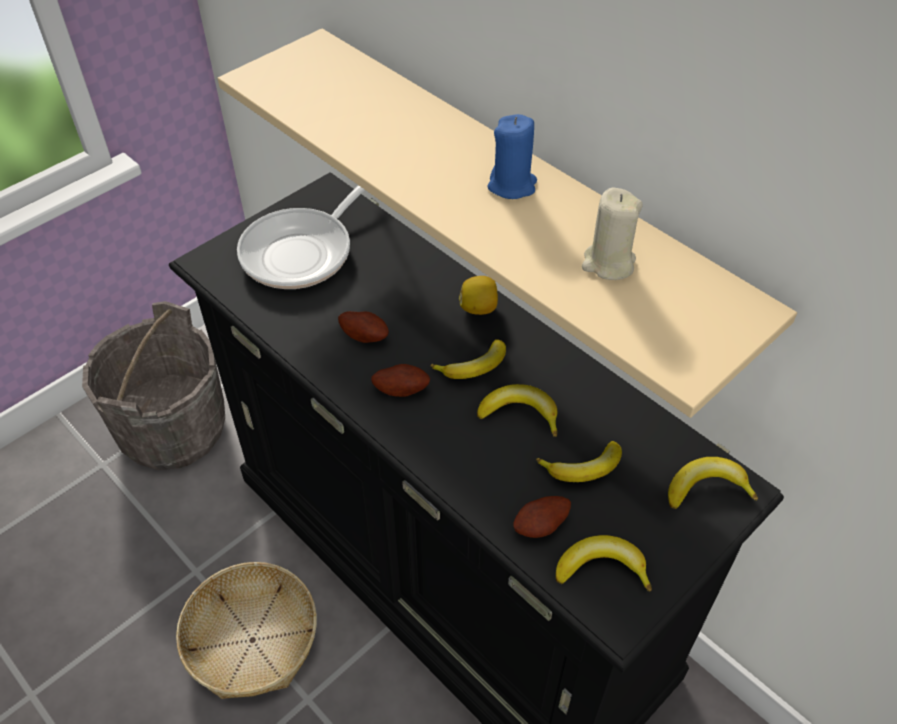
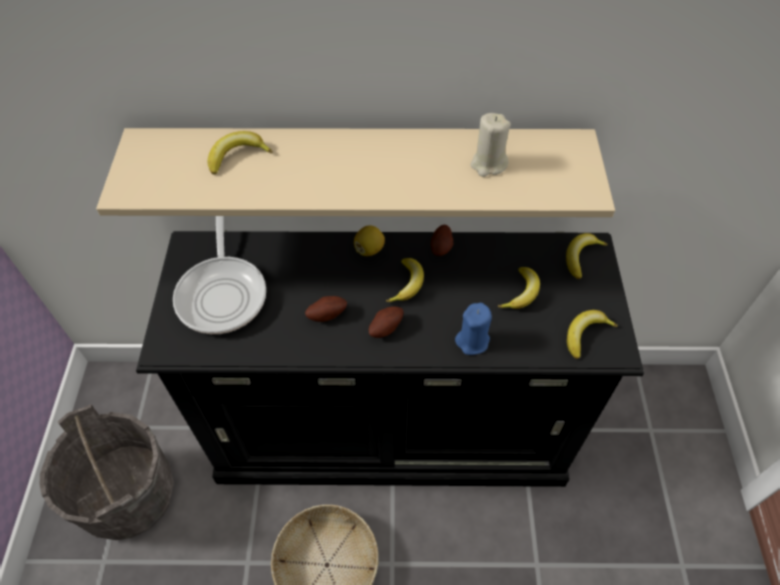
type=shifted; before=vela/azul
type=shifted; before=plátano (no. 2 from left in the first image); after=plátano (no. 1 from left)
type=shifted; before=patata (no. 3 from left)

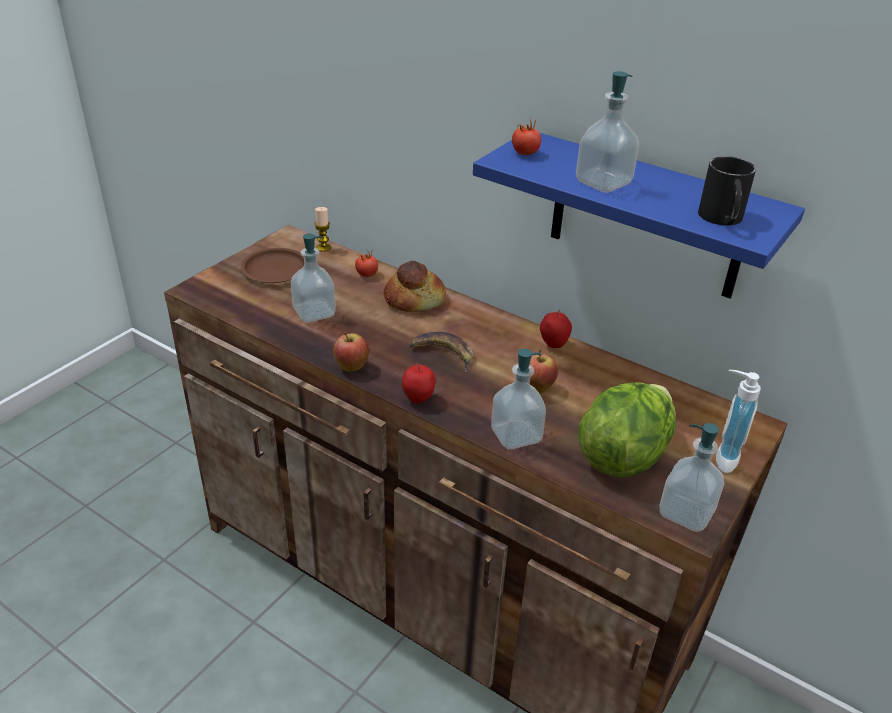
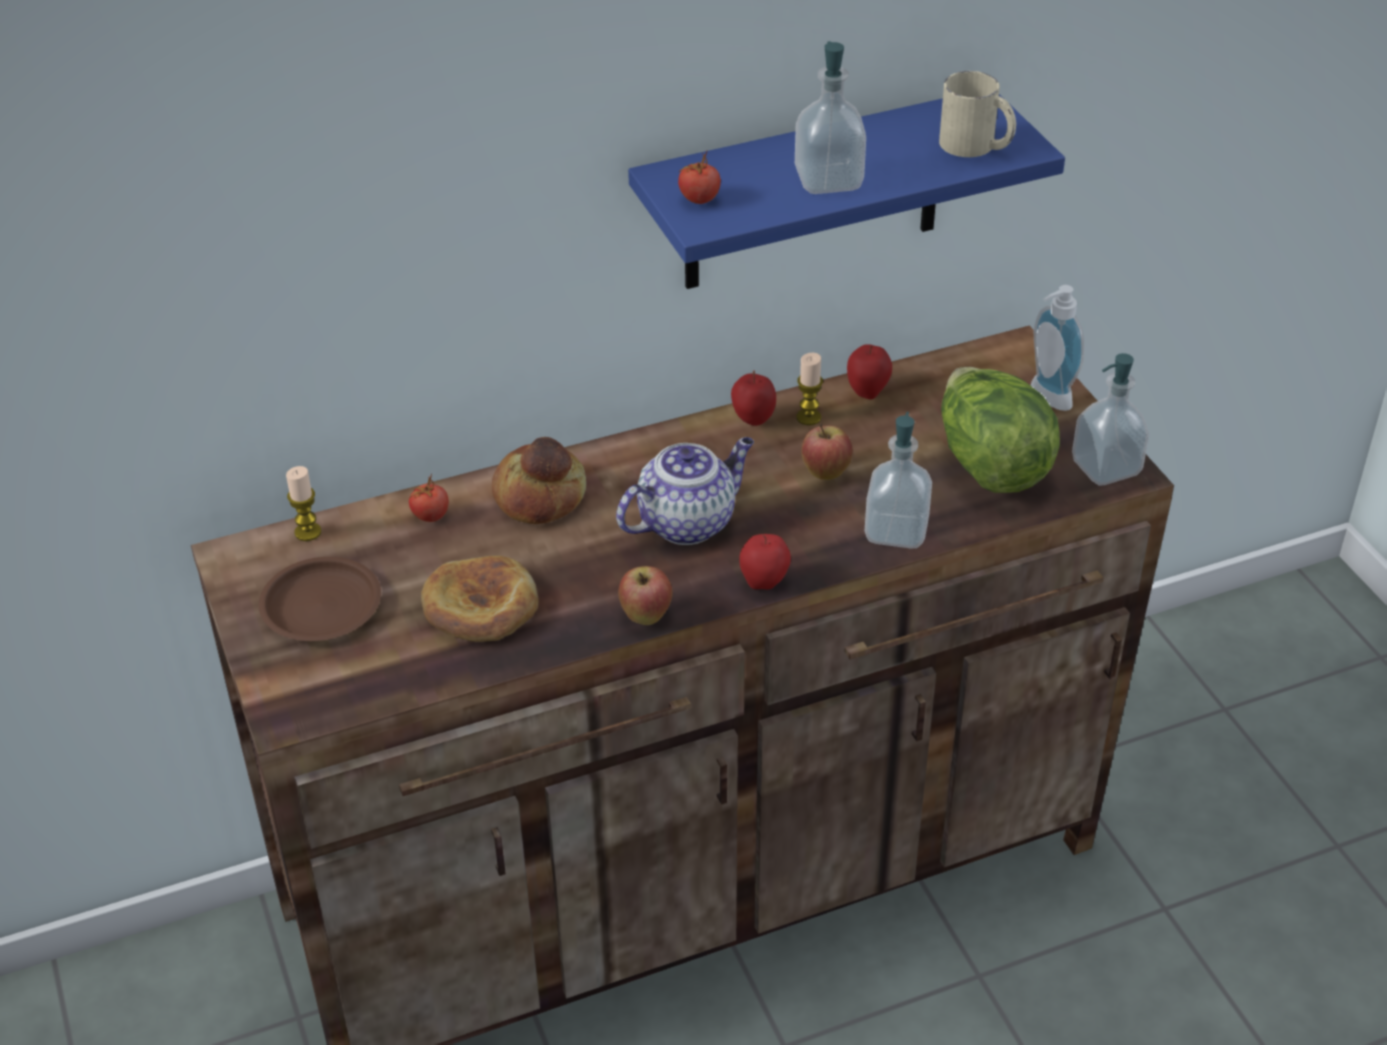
type=repainted; before=taza grande/negro; after=taza grande/beis
type=swapped; before=dispensador de jabón (no. 1 from left); after=pan (no. 1 from left)
type=swapped; before=plátano; after=tetera
type=new; after=manzana (no. 5 from left)
type=new; after=vela (no. 2 from left)

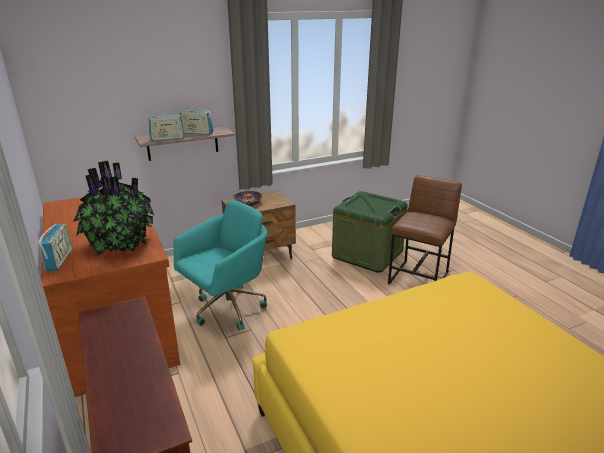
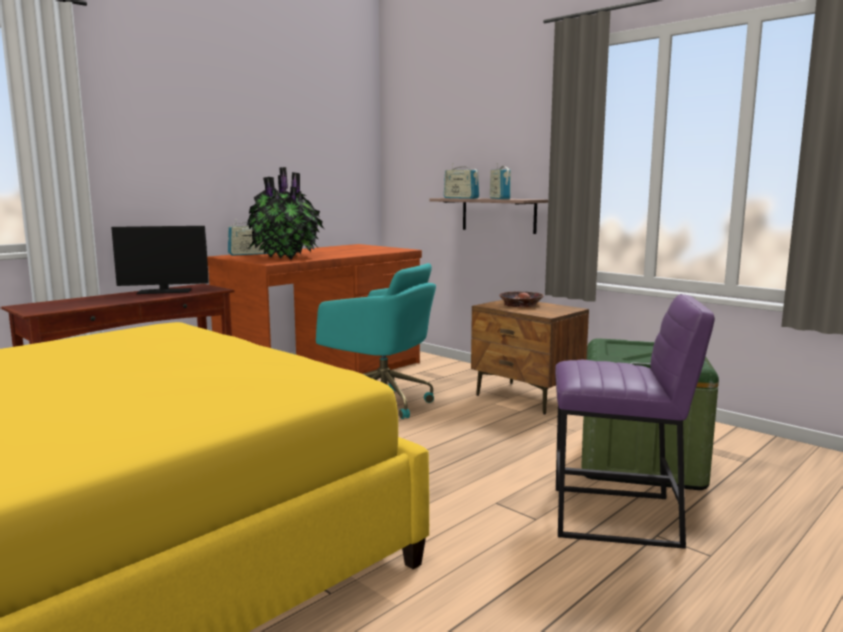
type=repainted; before=silla/marrón; after=silla/morado
type=new; after=monitor

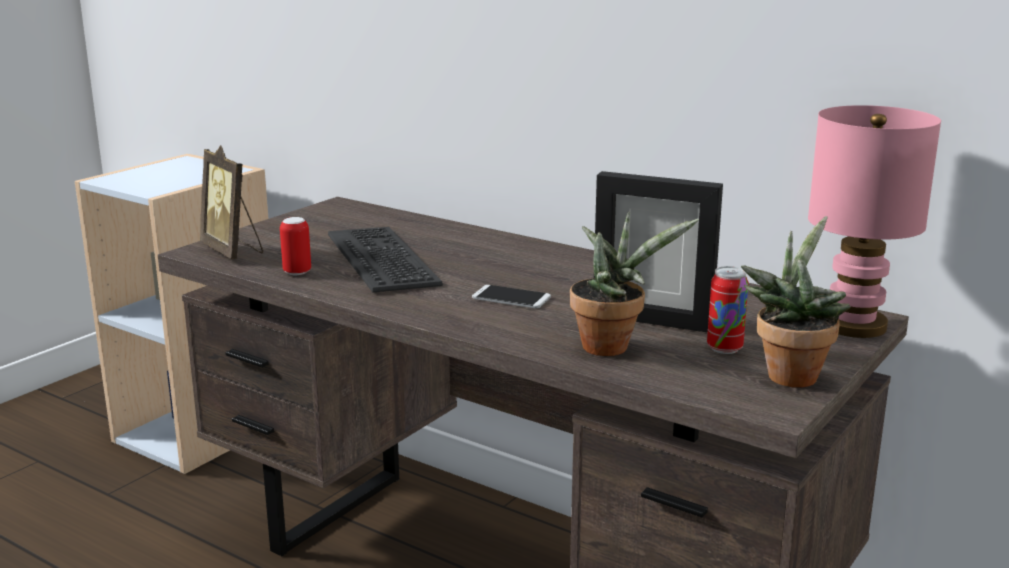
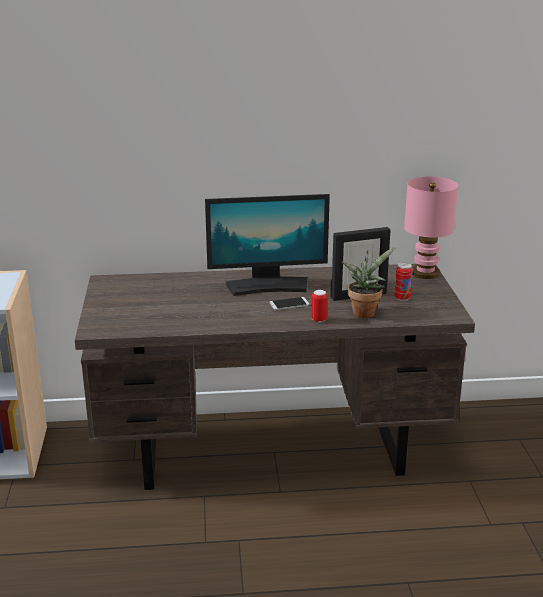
type=gone; before=portarretratos (no. 1 from left)
type=gone; before=planta en maceta (no. 2 from left)
type=shifted; before=lata (no. 1 from left)
type=gone; before=teclado
type=new; after=monitor

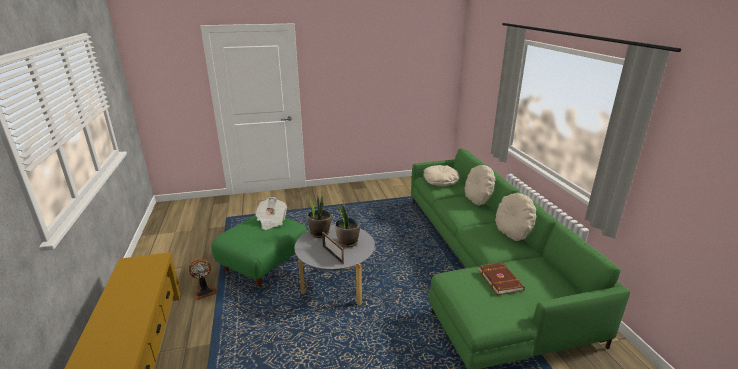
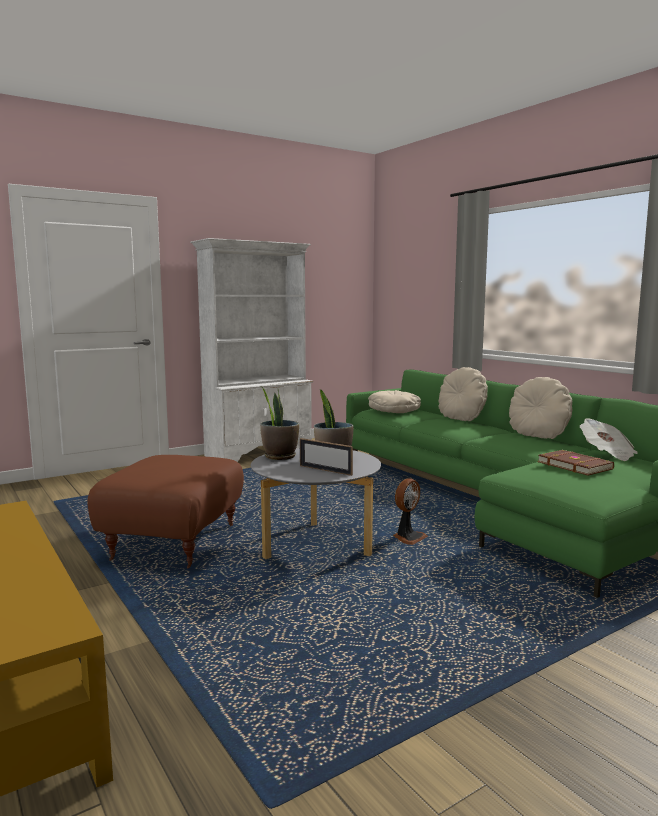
type=shifted; before=periódico
type=repainted; before=puf/verde; after=puf/marrón
type=shifted; before=ventilador
type=new; after=estantería/blanco

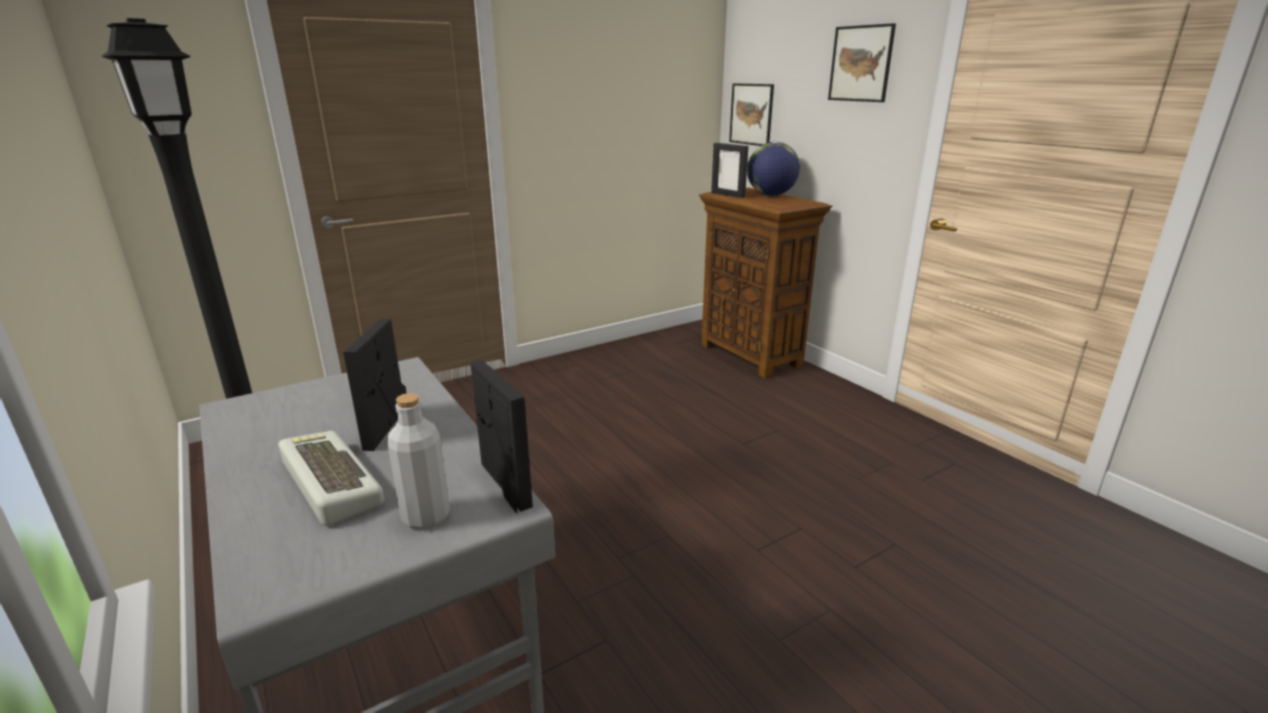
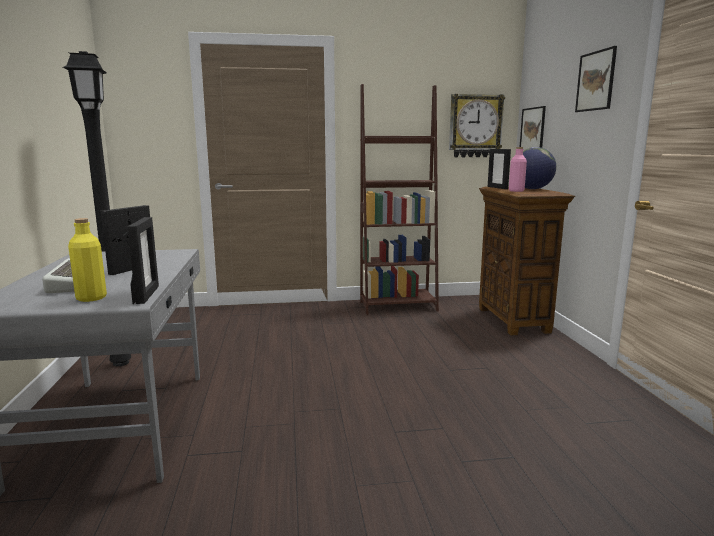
type=repainted; before=botella/gris; after=botella/amarillo
type=new; after=estantería/marrón
type=new; after=reloj de pared
type=new; after=botella/rosa

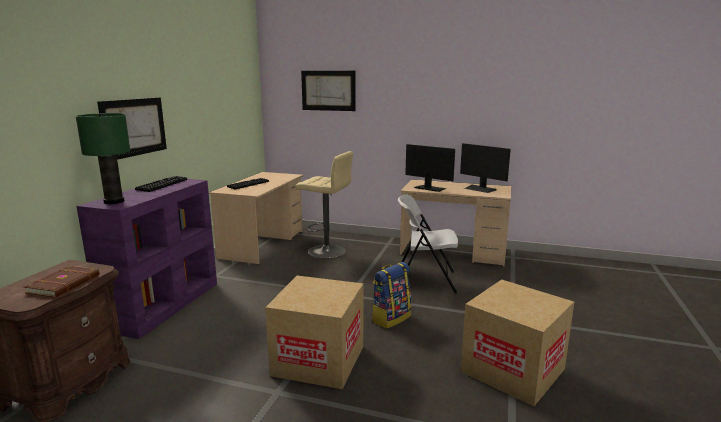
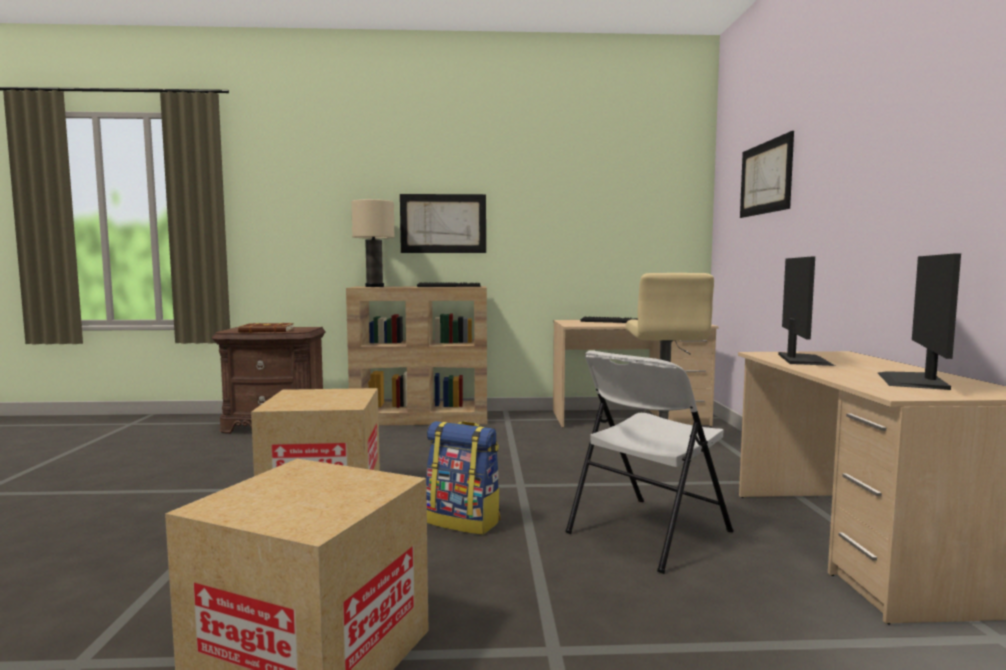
type=repainted; before=lámpara de mesa/verde; after=lámpara de mesa/beis
type=repainted; before=estantería/morado; after=estantería/marrón
type=rotated; before=silla/blanco; turn=-120

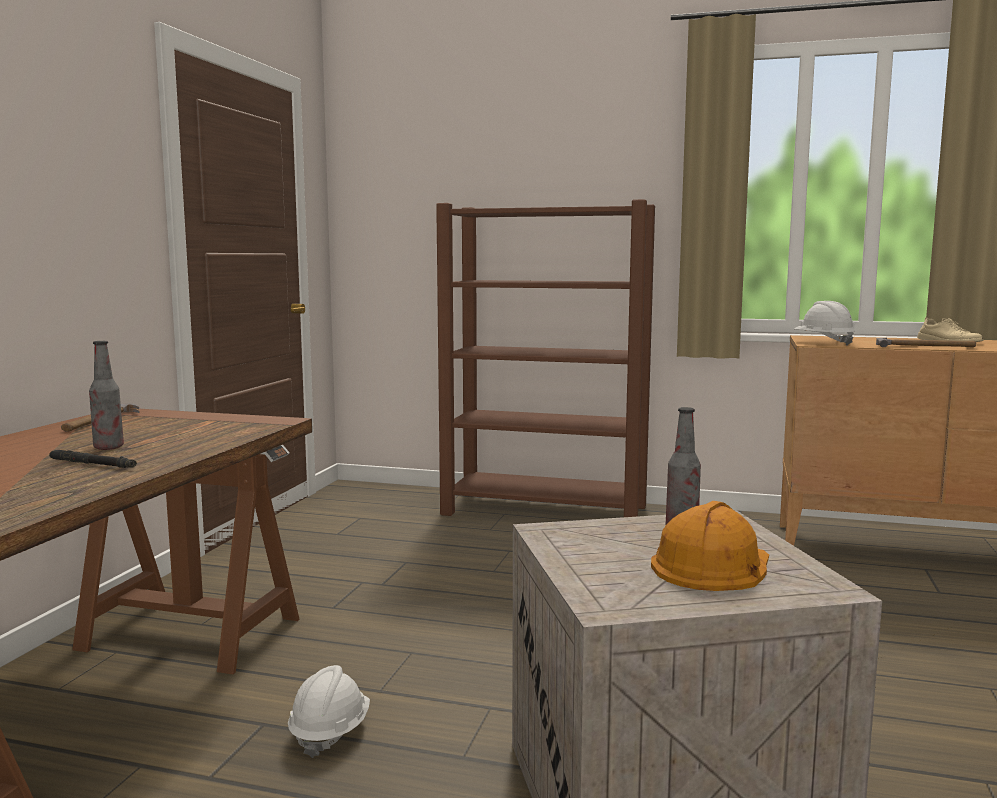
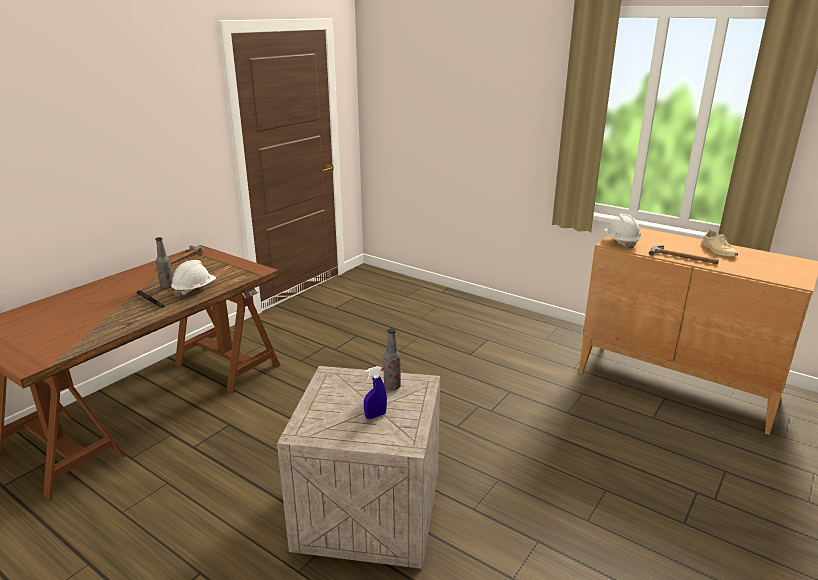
type=gone; before=estantería/marrón
type=swapped; before=casco/naranja; after=pulverizador/azul
type=shifted; before=casco/blanco (no. 1 from left)

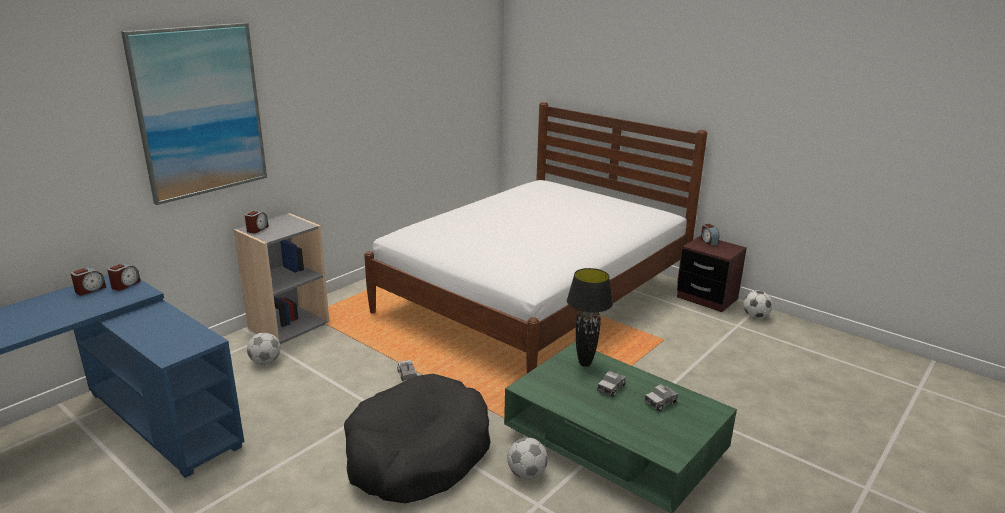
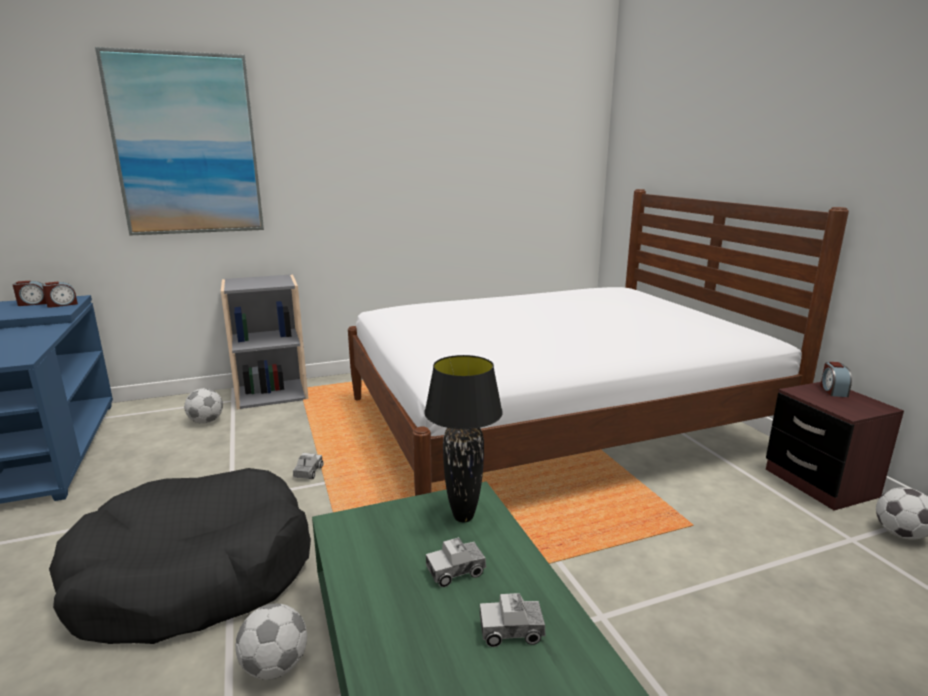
type=gone; before=despertador (no. 3 from left)

